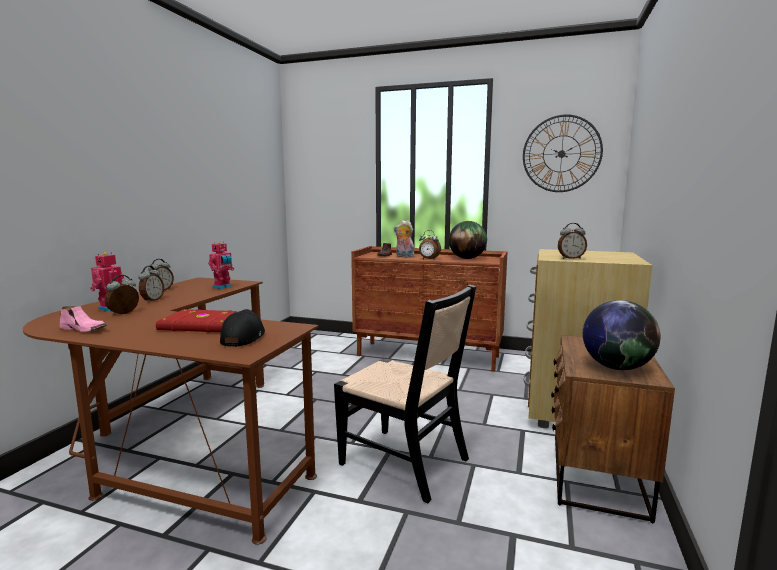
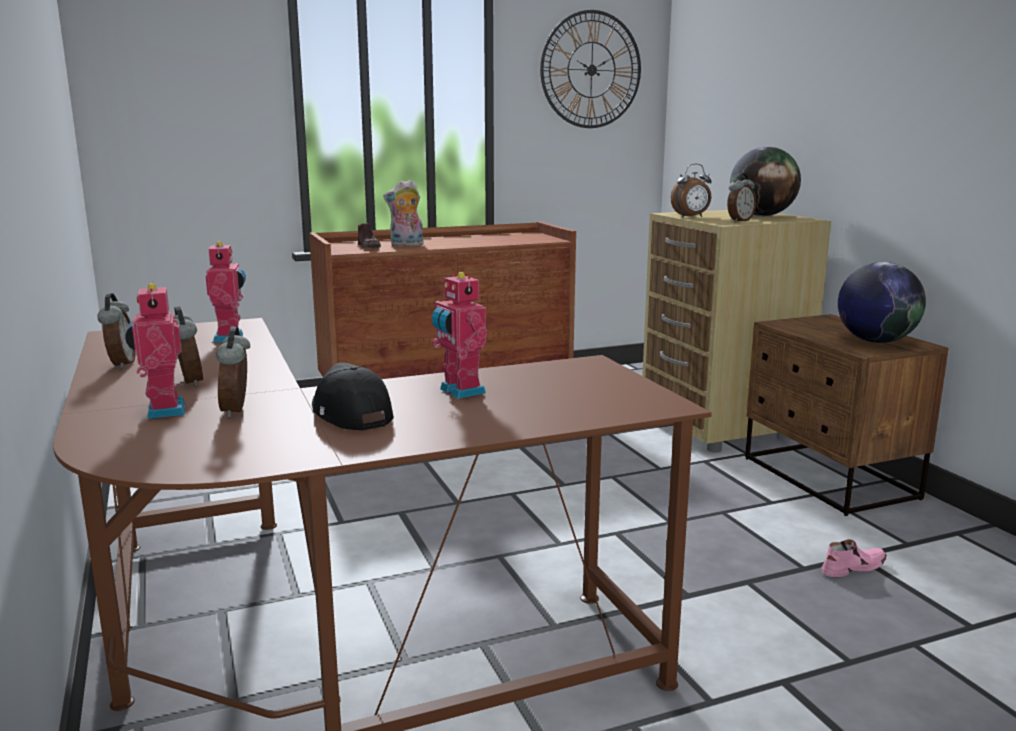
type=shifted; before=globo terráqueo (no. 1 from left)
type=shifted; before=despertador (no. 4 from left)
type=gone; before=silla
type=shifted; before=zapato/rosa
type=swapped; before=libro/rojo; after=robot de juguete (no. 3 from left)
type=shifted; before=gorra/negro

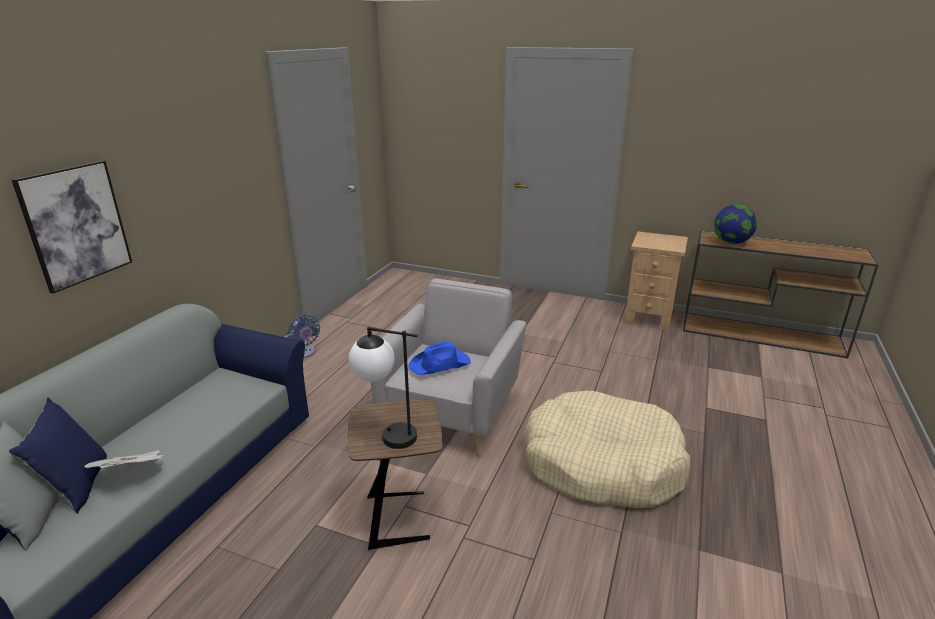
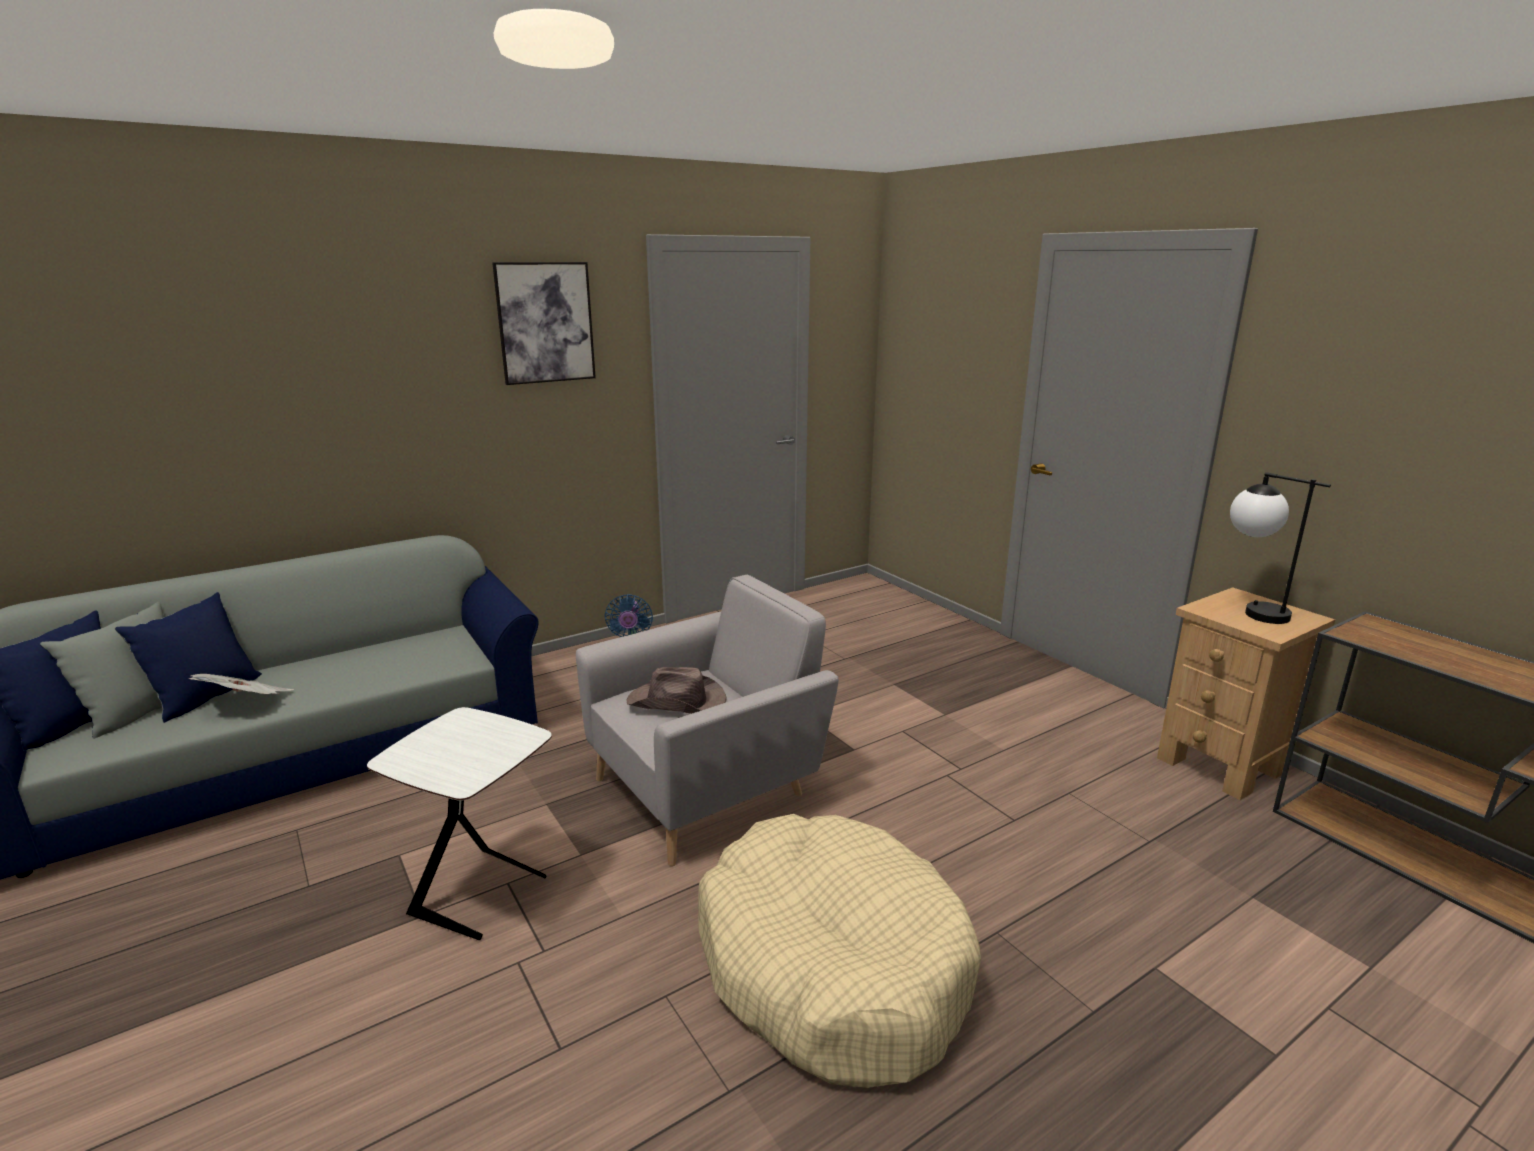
type=shifted; before=cuadro
type=gone; before=globo terráqueo
type=shifted; before=lámpara de mesa
type=repainted; before=sombrero/azul; after=sombrero/marrón
type=repainted; before=mesa auxiliar/marrón; after=mesa auxiliar/blanco

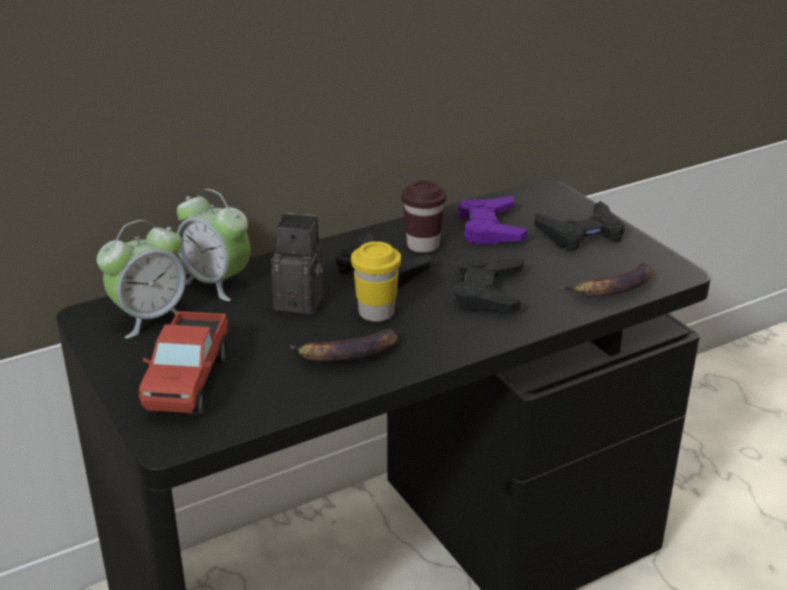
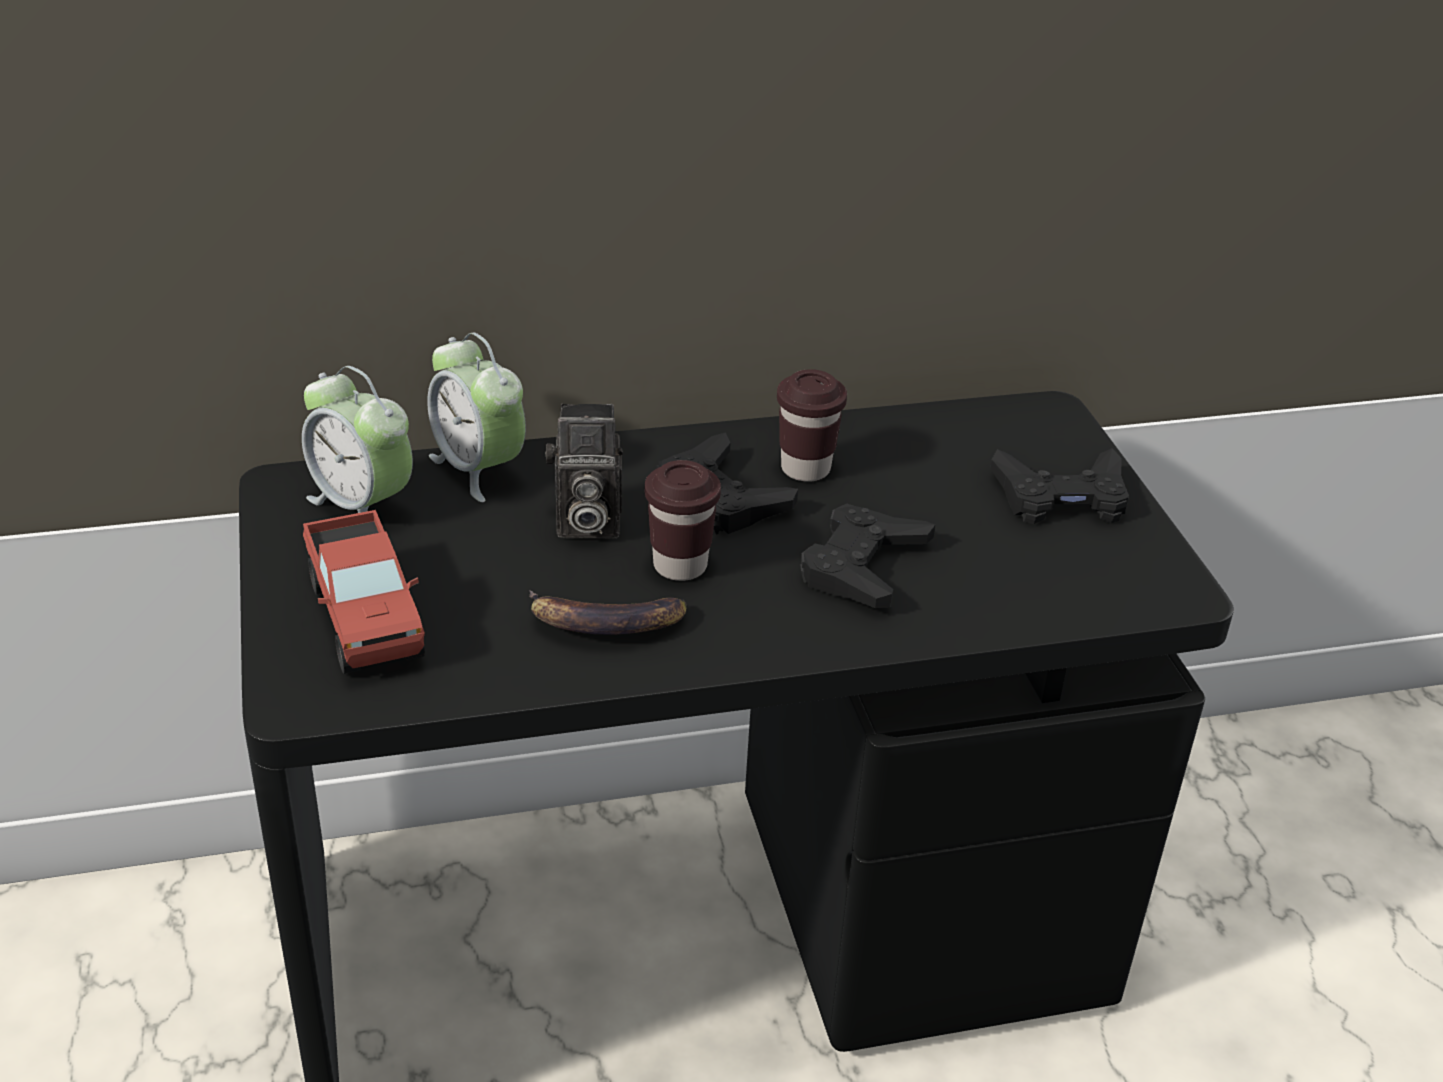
type=gone; before=mando de consola/morado
type=rotated; before=cámara; turn=150
type=rotated; before=despertador (no. 1 from left); turn=60
type=repainted; before=taza/amarillo; after=taza/marrón (no. 1 from left)
type=gone; before=plátano (no. 2 from left)
type=rotated; before=camión de juguete; turn=-45

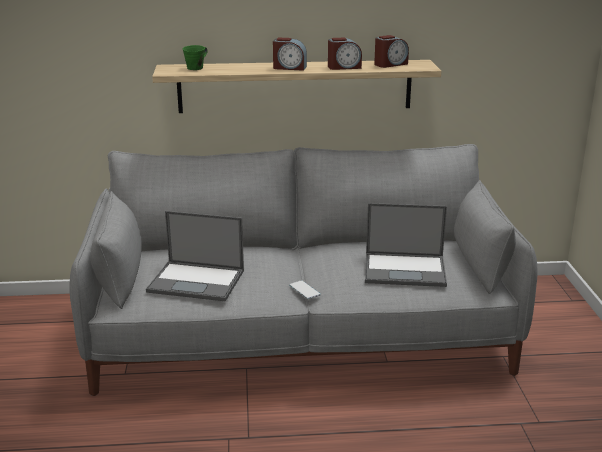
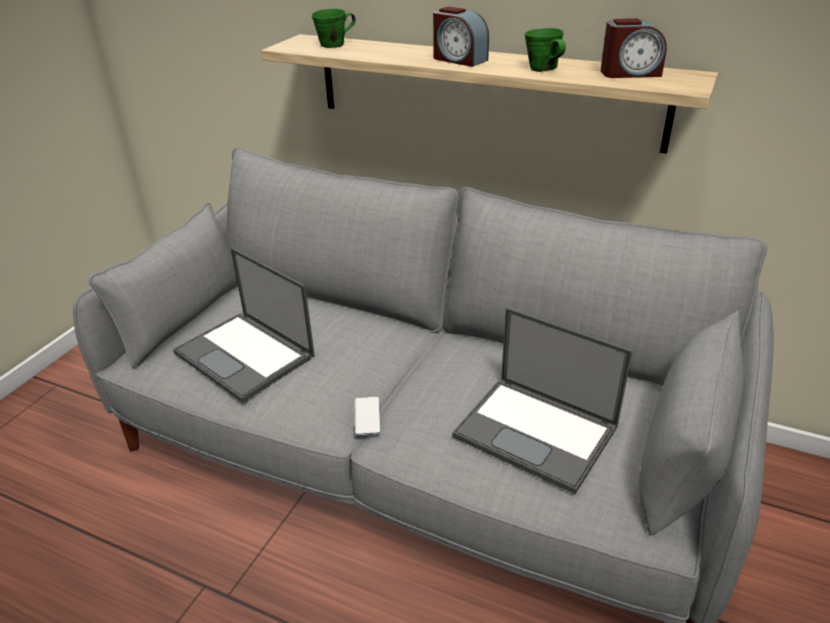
type=swapped; before=despertador (no. 2 from left); after=taza grande/verde (no. 2 from left)

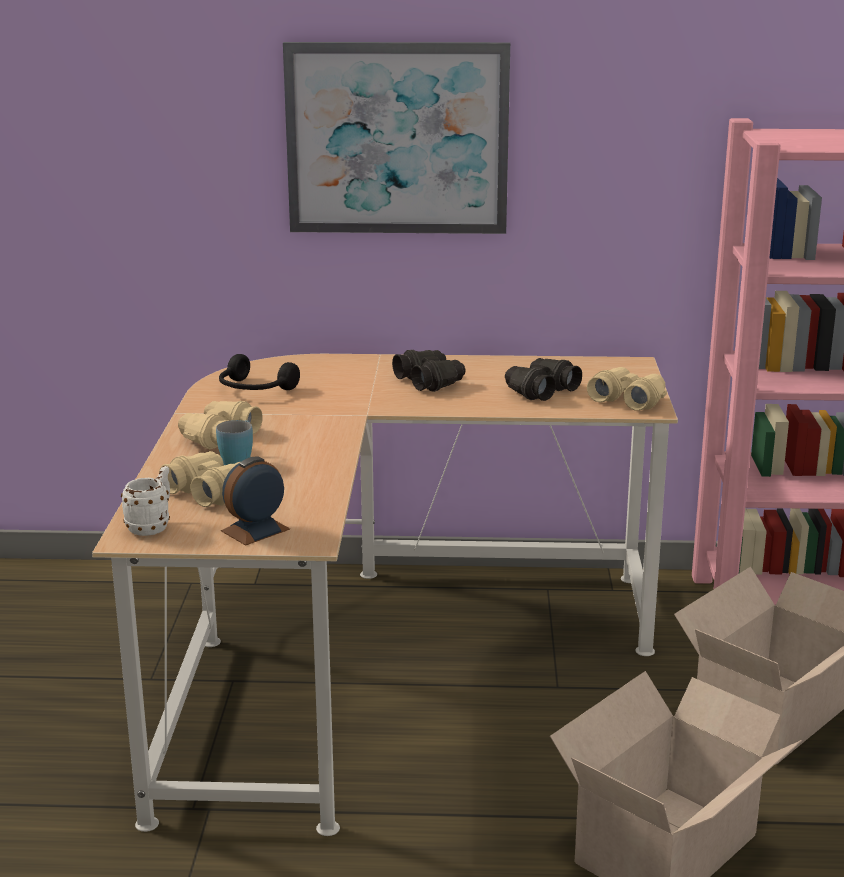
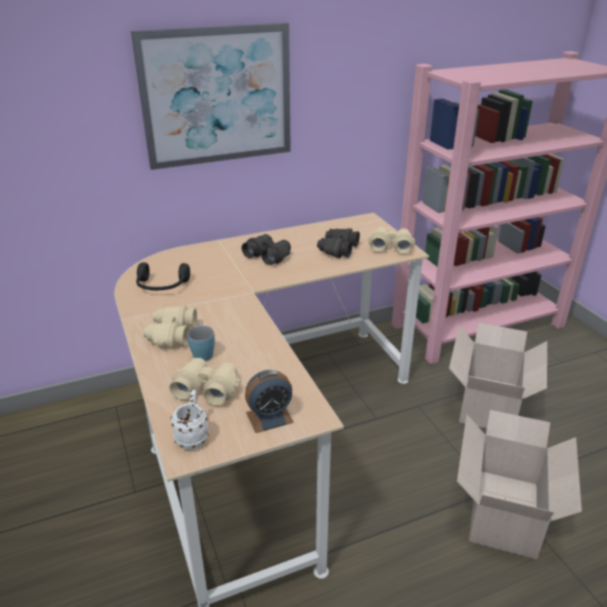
type=rotated; before=despertador; turn=-135

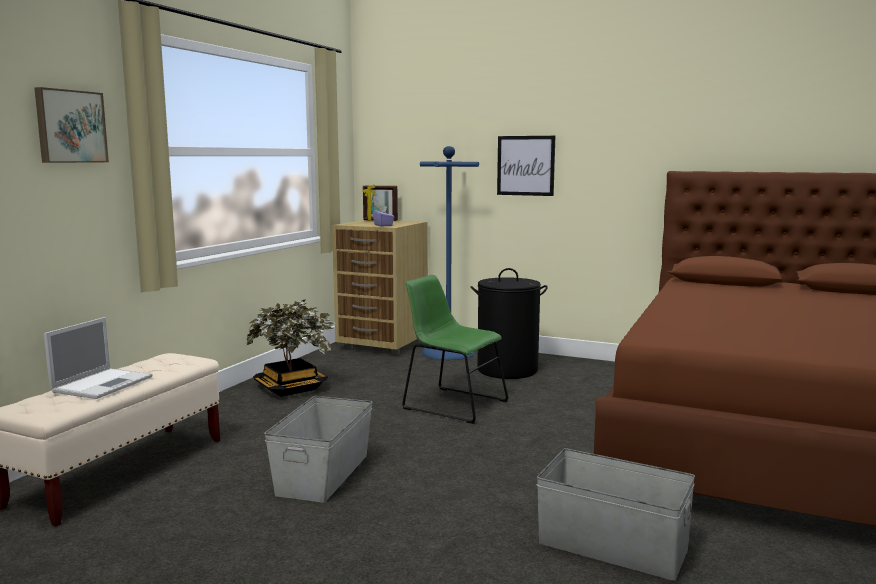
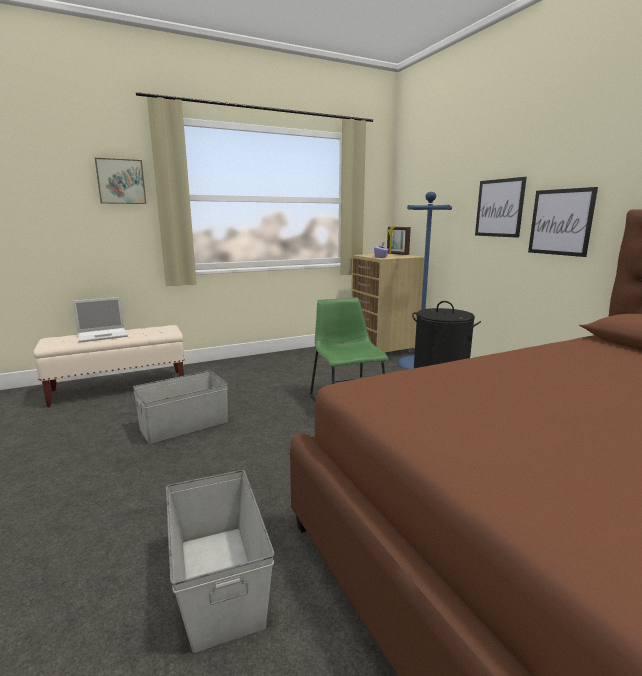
type=gone; before=planta en maceta
type=new; after=cuadro (no. 3 from left)

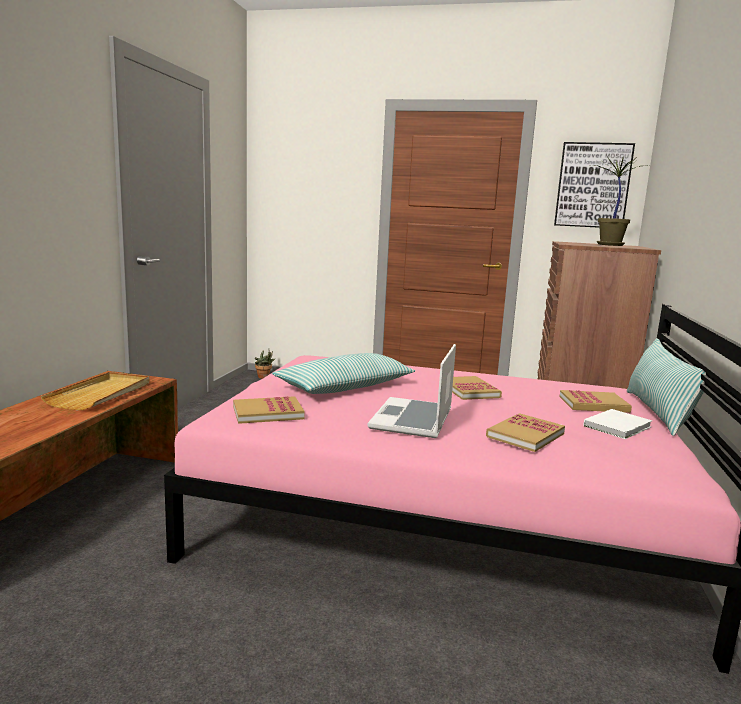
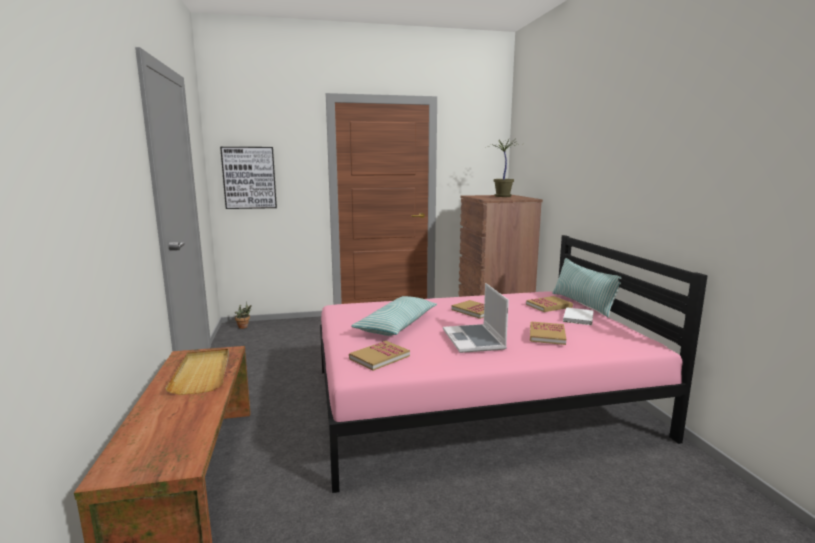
type=shifted; before=cuadro

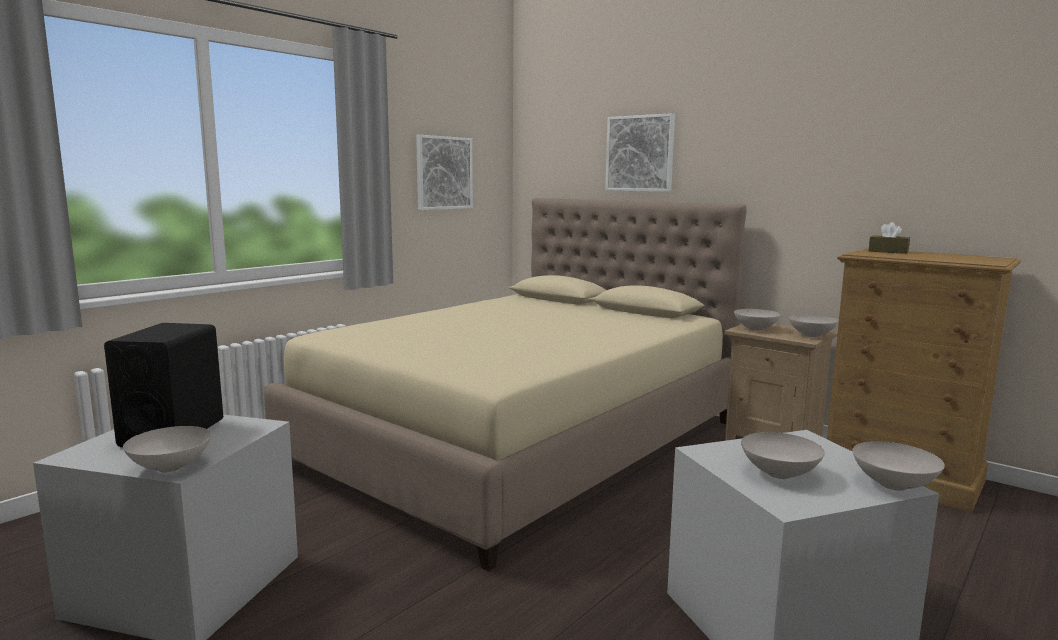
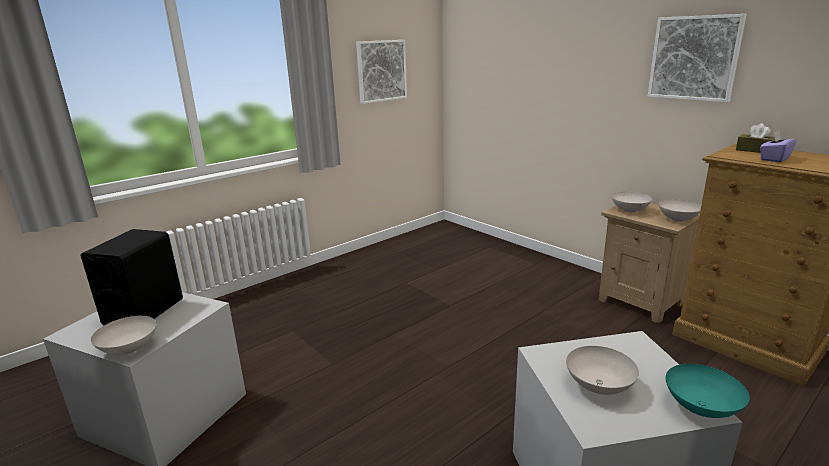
type=shifted; before=cuadro (no. 2 from left)
type=gone; before=cama/beis
type=repainted; before=cuenco/blanco (no. 5 from left); after=cuenco/turquesa
type=new; after=caja de pañuelos/morado

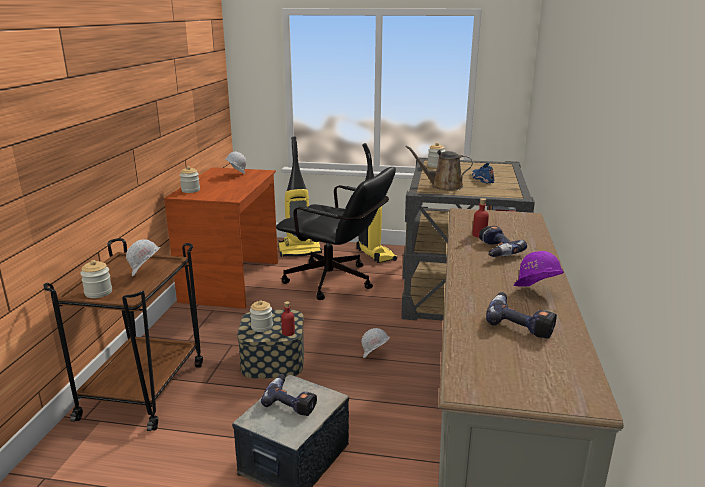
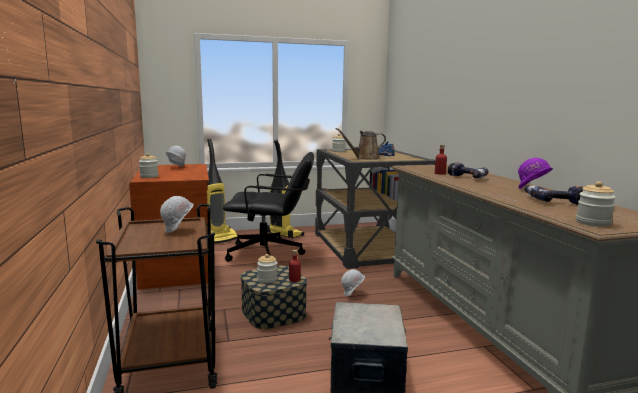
type=shifted; before=tarro (no. 1 from left in the first image); after=tarro (no. 4 from left)
type=gone; before=taladro (no. 1 from left)

